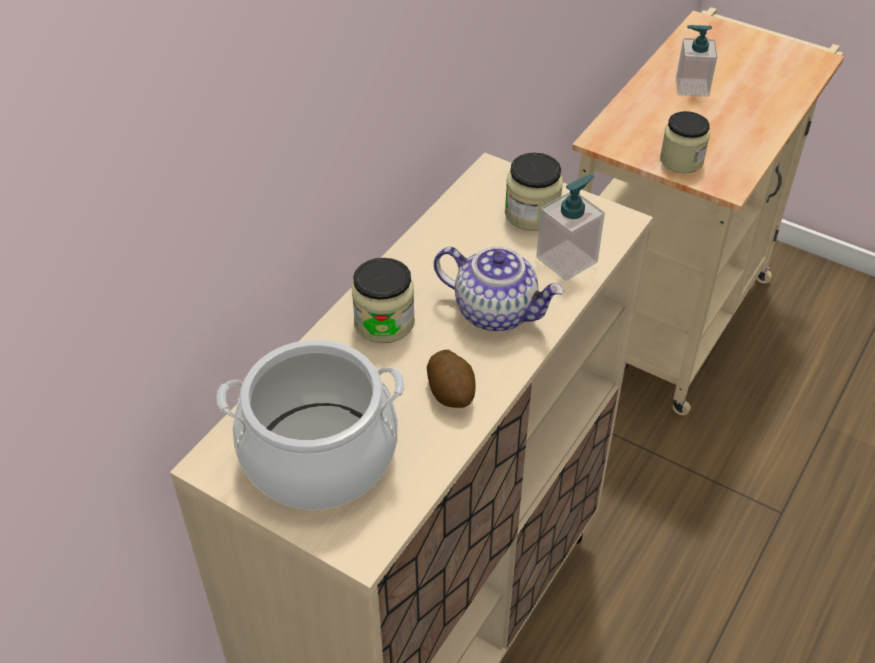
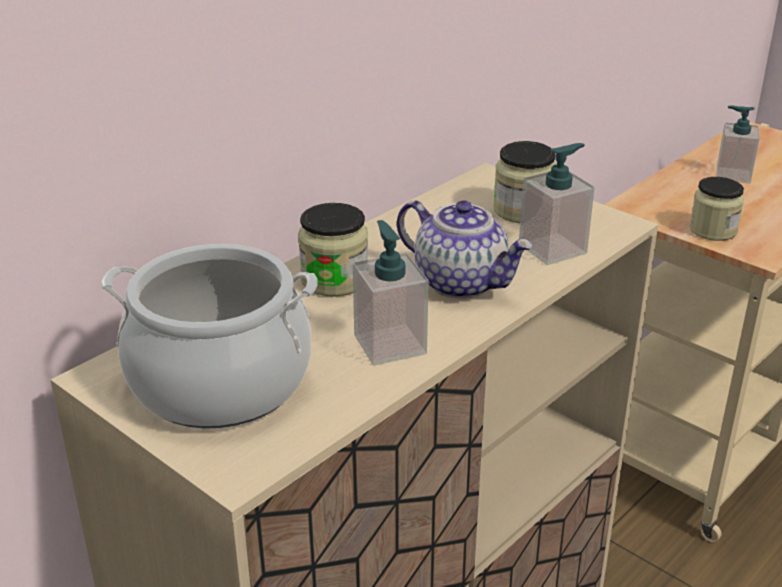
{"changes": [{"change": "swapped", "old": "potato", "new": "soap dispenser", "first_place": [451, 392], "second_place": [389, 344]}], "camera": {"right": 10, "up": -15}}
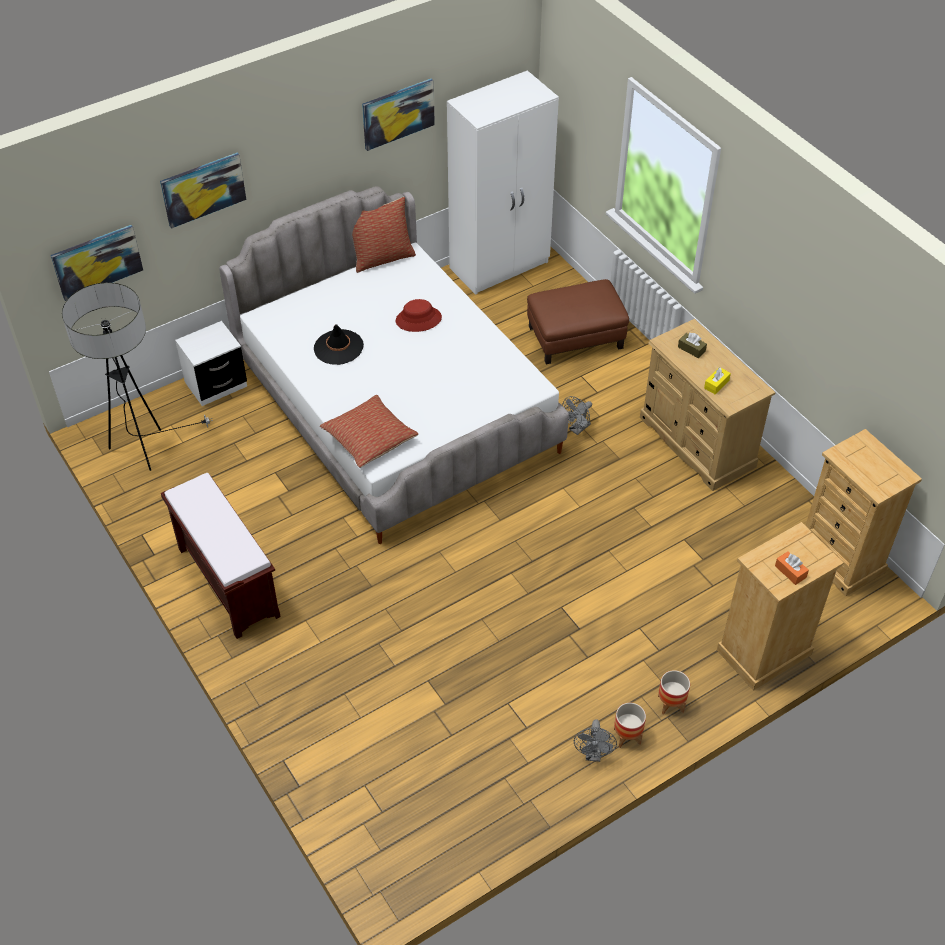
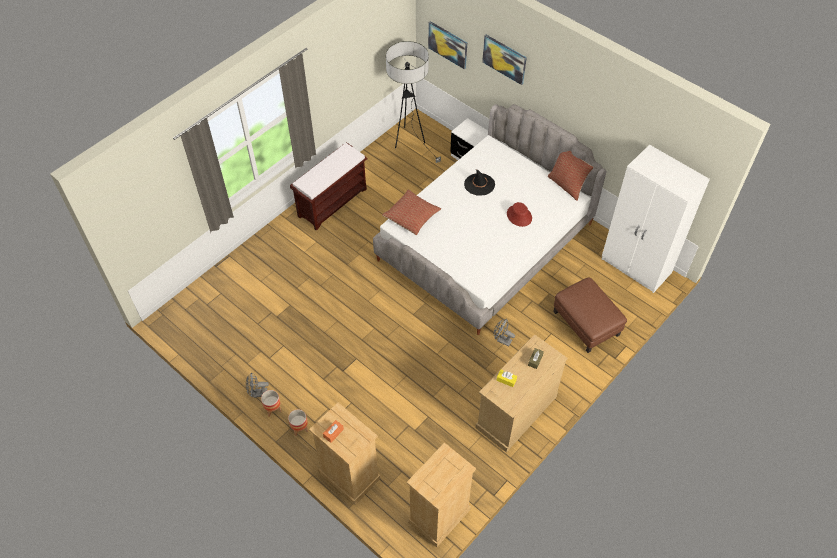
{"changes": [{"change": "gone", "old": "picture", "first_place": [398, 113]}], "camera": {"right": 75, "up": 5}}
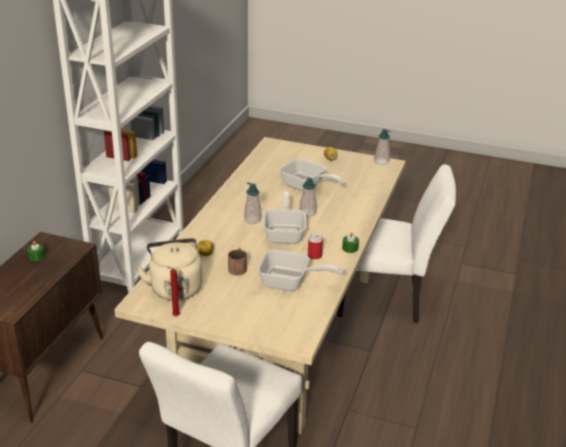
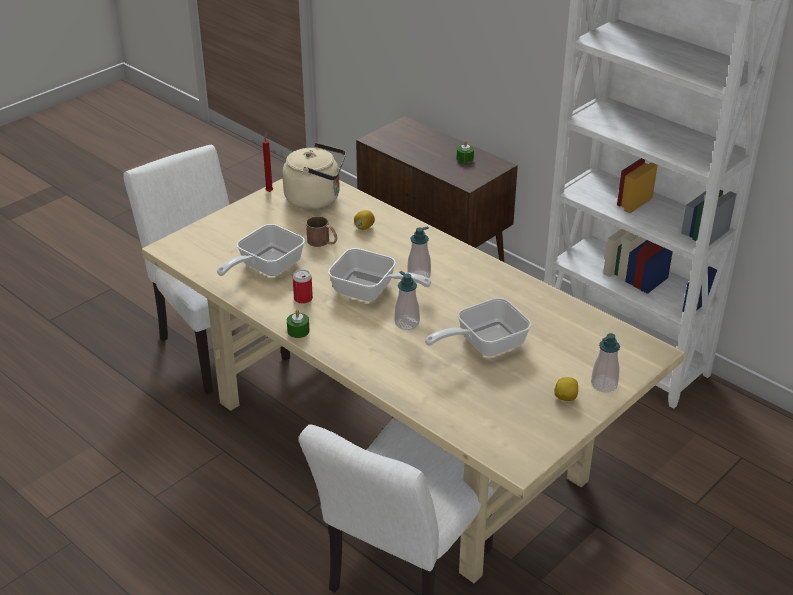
{"changes": [{"change": "shifted", "old": "soap dispenser", "first_place": [381, 161], "second_place": [604, 384]}], "camera": {"right": 115, "up": 5}}
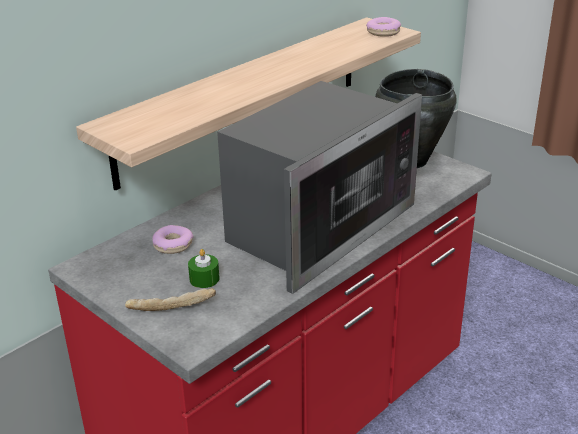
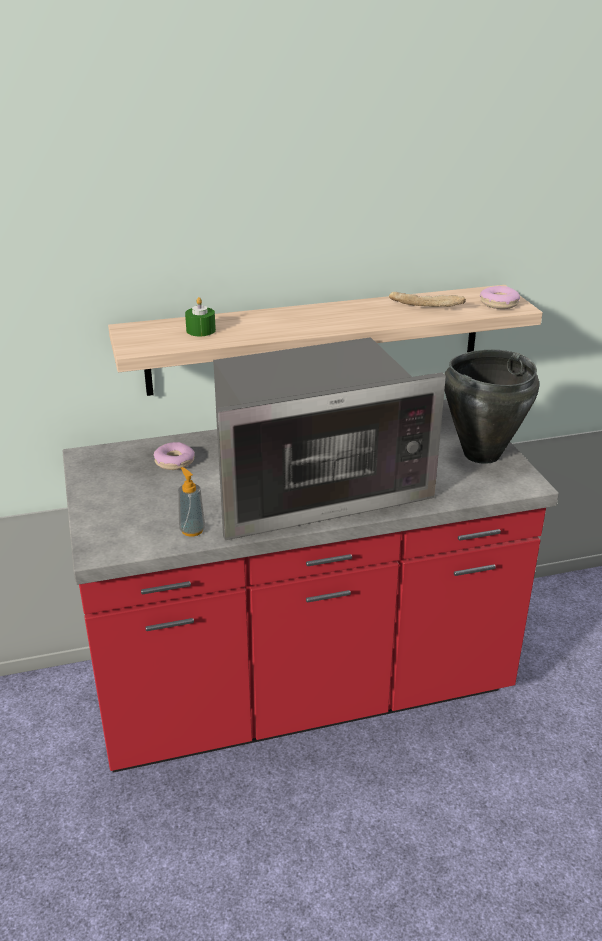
{"changes": [{"change": "shifted", "old": "greenish wax light", "first_place": [204, 279], "second_place": [201, 330]}, {"change": "shifted", "old": "bakery bread", "first_place": [171, 306], "second_place": [426, 306]}, {"change": "new", "new": "soap dispenser", "second_place": [192, 530]}], "camera": {"right": 30, "up": 0}}
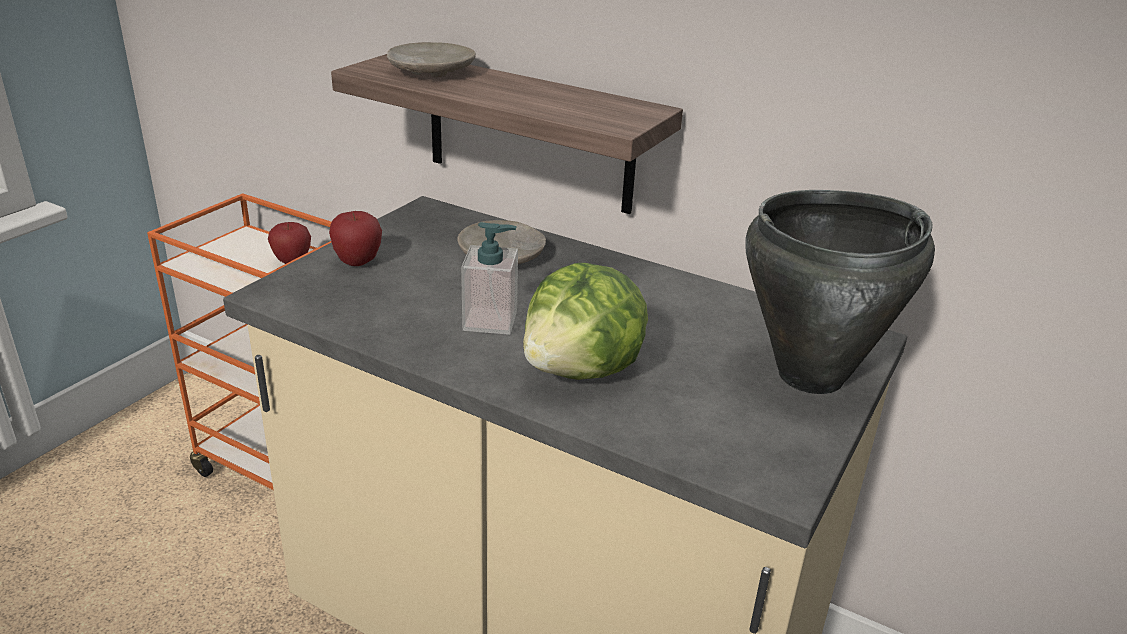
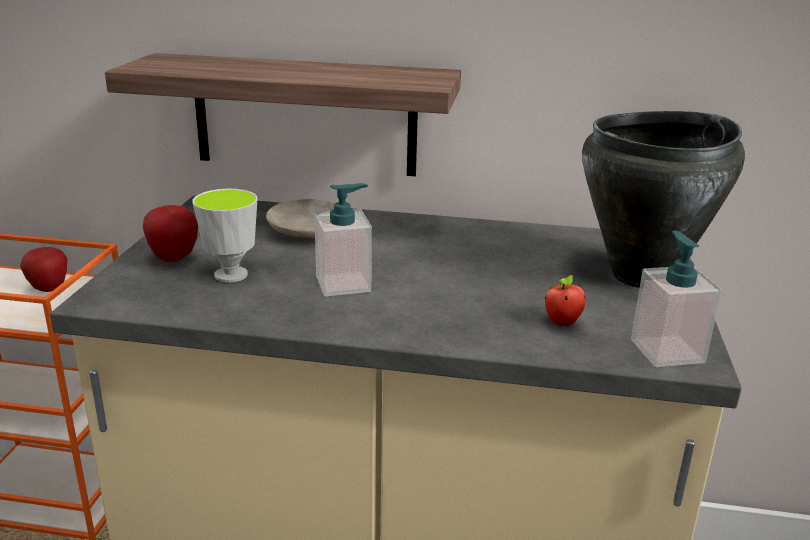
{"changes": [{"change": "gone", "old": "beige-coloured plate", "first_place": [430, 72]}, {"change": "gone", "old": "lettuce head", "first_place": [583, 371]}, {"change": "new", "new": "small cup", "second_place": [231, 275]}, {"change": "new", "new": "soap dispenser", "second_place": [667, 351]}, {"change": "new", "new": "apple fruit", "second_place": [563, 323]}], "camera": {"right": -20, "up": -5}}
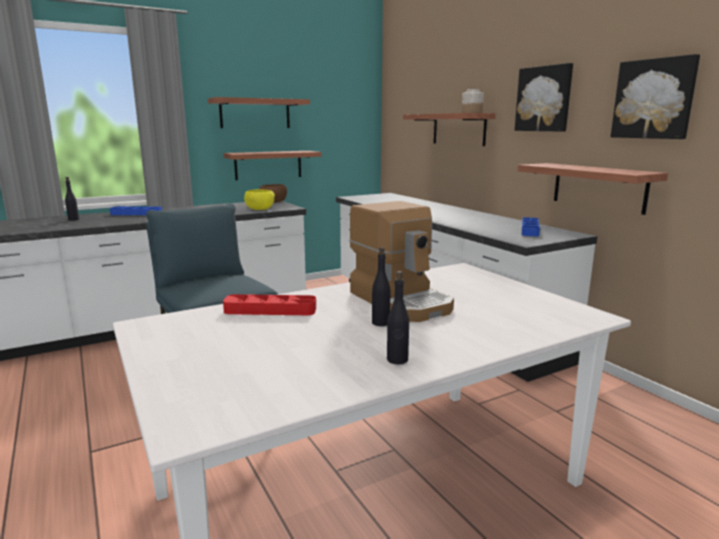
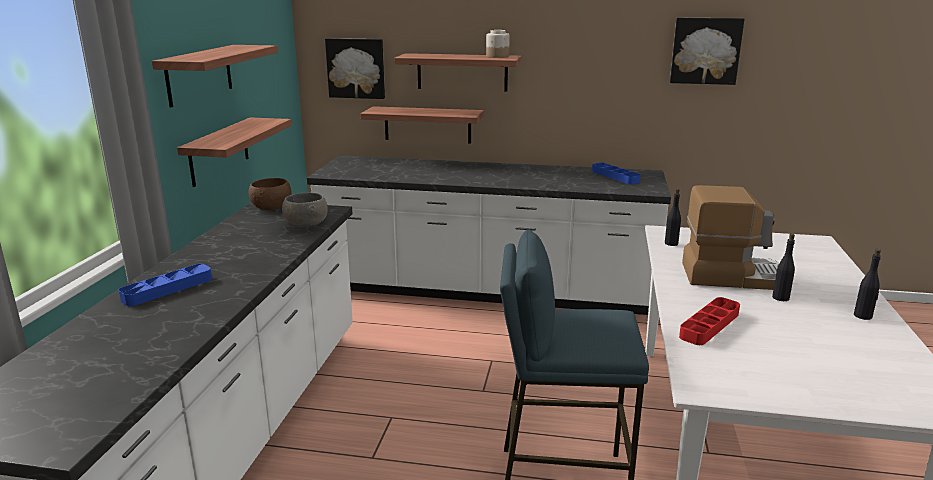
{"changes": [{"change": "shifted", "old": "picture", "first_place": [544, 99], "second_place": [356, 68]}, {"change": "shifted", "old": "wall shelf", "first_place": [598, 187], "second_place": [427, 124]}, {"change": "shifted", "old": "black drink bottle", "first_place": [73, 219], "second_place": [671, 243]}, {"change": "repainted", "old": "yellow-coloured bowl", "new": "gray bowl", "first_place": [259, 209], "second_place": [306, 224]}], "camera": {"right": -50, "up": 5}}
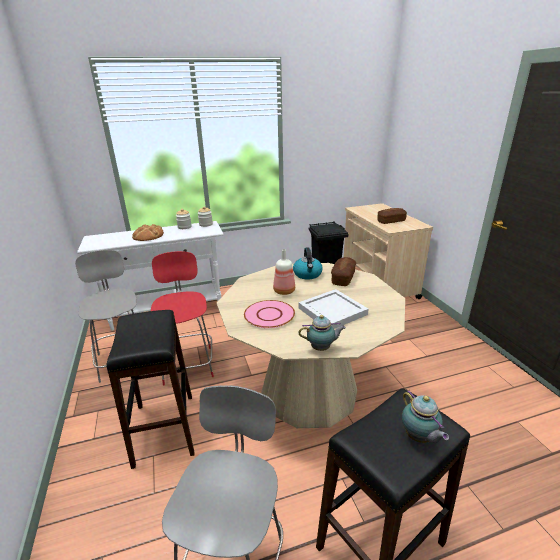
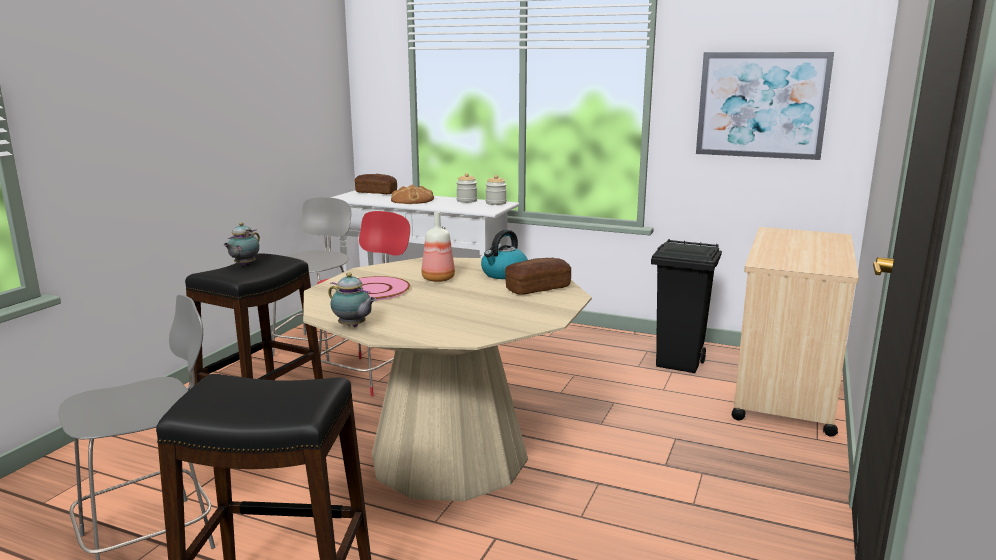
{"changes": [{"change": "shifted", "old": "bakery bread", "first_place": [391, 221], "second_place": [376, 192]}, {"change": "gone", "old": "whitish carrying tray", "first_place": [332, 310]}, {"change": "shifted", "old": "tea pot", "first_place": [419, 438], "second_place": [244, 265]}, {"change": "new", "new": "picture", "second_place": [761, 105]}], "camera": {"right": 40, "up": -10}}
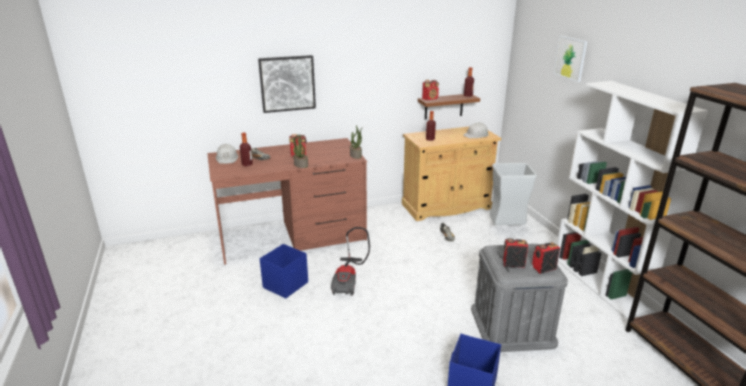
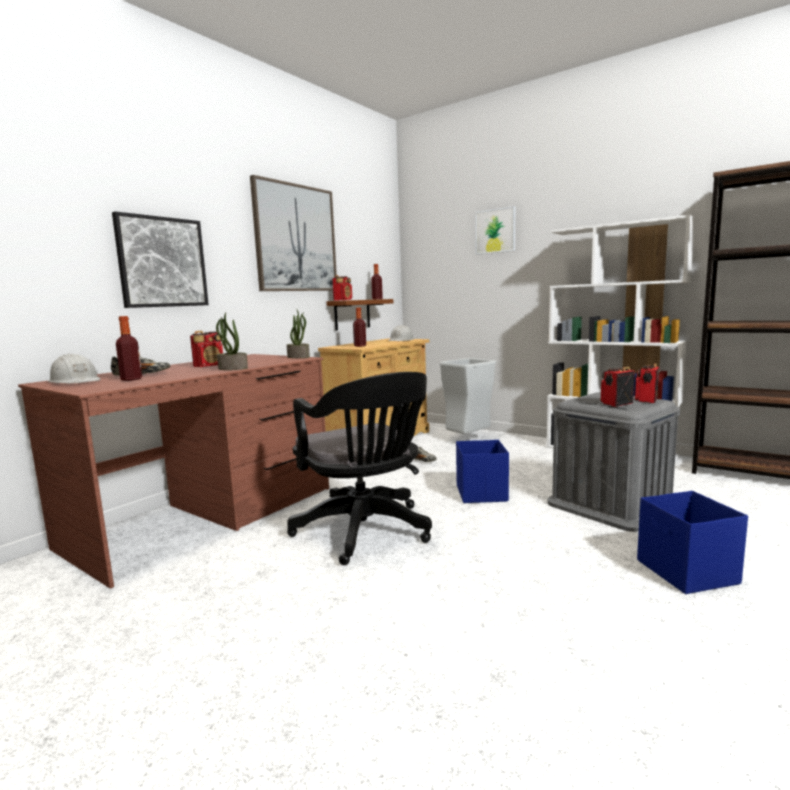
{"changes": [{"change": "swapped", "old": "hoover", "new": "black desk chair", "first_place": [349, 280], "second_place": [366, 532]}, {"change": "shifted", "old": "blue-coloured storage box", "first_place": [286, 285], "second_place": [481, 493]}, {"change": "new", "new": "picture", "second_place": [296, 238]}], "camera": {"right": -35, "up": -15}}
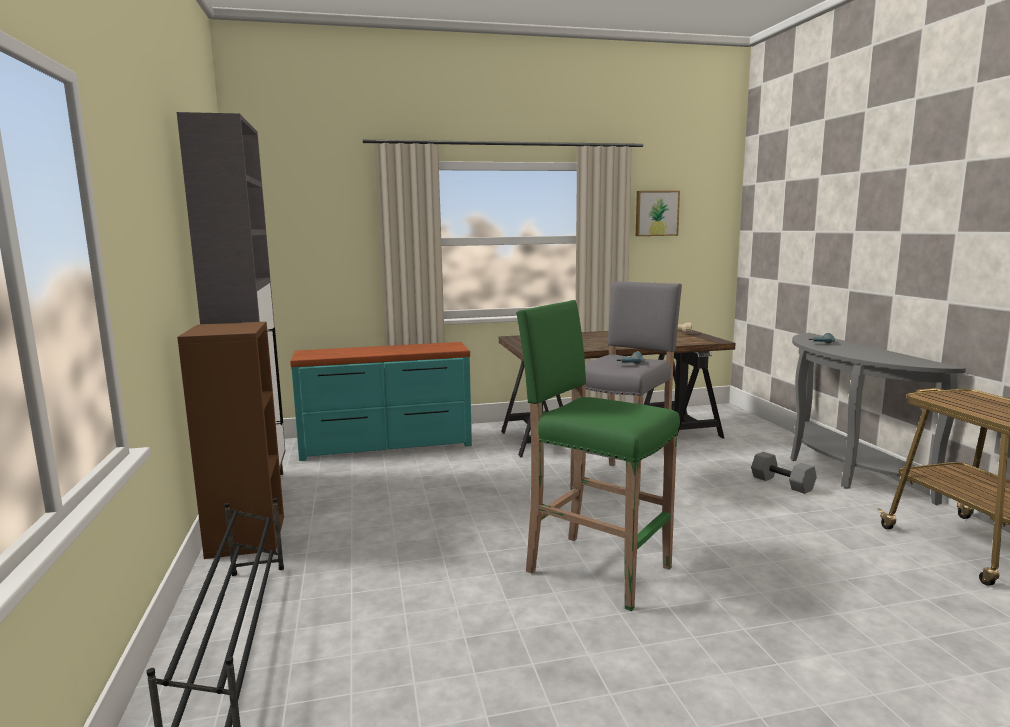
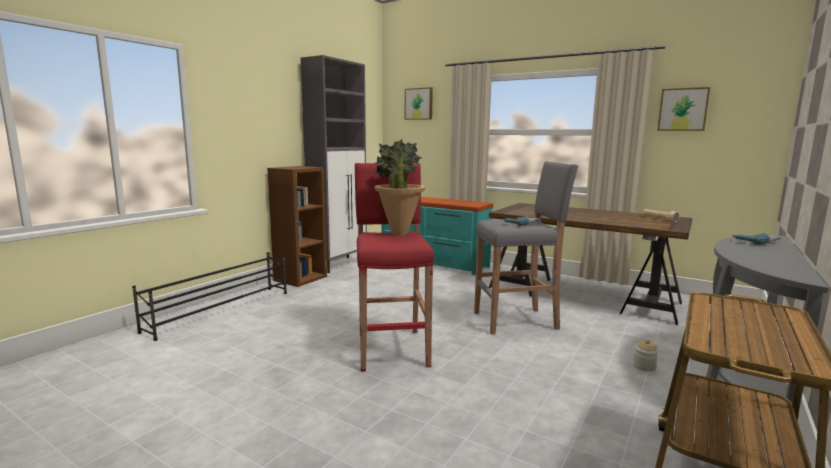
{"changes": [{"change": "repainted", "old": "greenish stool", "new": "reddish stool", "first_place": [595, 569], "second_place": [392, 348]}, {"change": "swapped", "old": "gray dumbbell", "new": "storage jar", "first_place": [781, 483], "second_place": [644, 366]}, {"change": "new", "new": "picture", "second_place": [419, 104]}, {"change": "new", "new": "plant in a pot", "second_place": [399, 233]}], "camera": {"right": 45, "up": 0}}
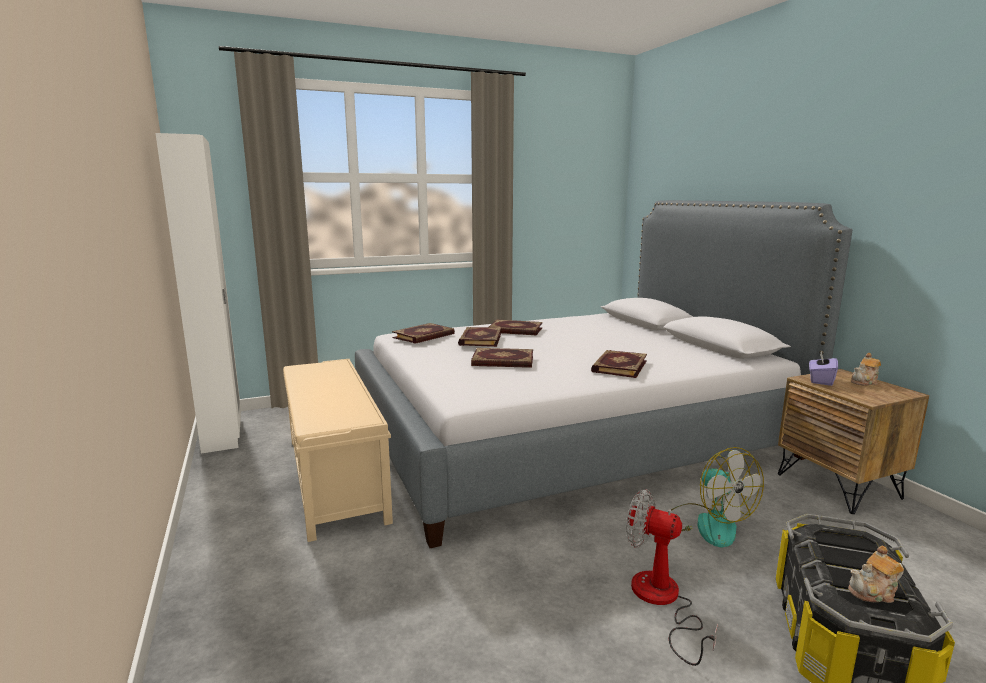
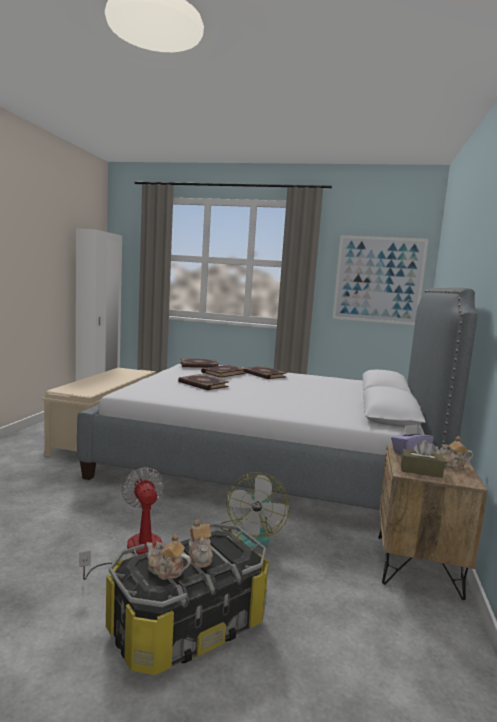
{"changes": [{"change": "gone", "old": "volume", "first_place": [618, 366]}, {"change": "new", "new": "picture", "second_place": [378, 280]}, {"change": "new", "new": "brown-coloured tissue holder", "second_place": [420, 470]}, {"change": "new", "new": "tea pot", "second_place": [200, 557]}], "camera": {"right": 35, "up": -5}}
